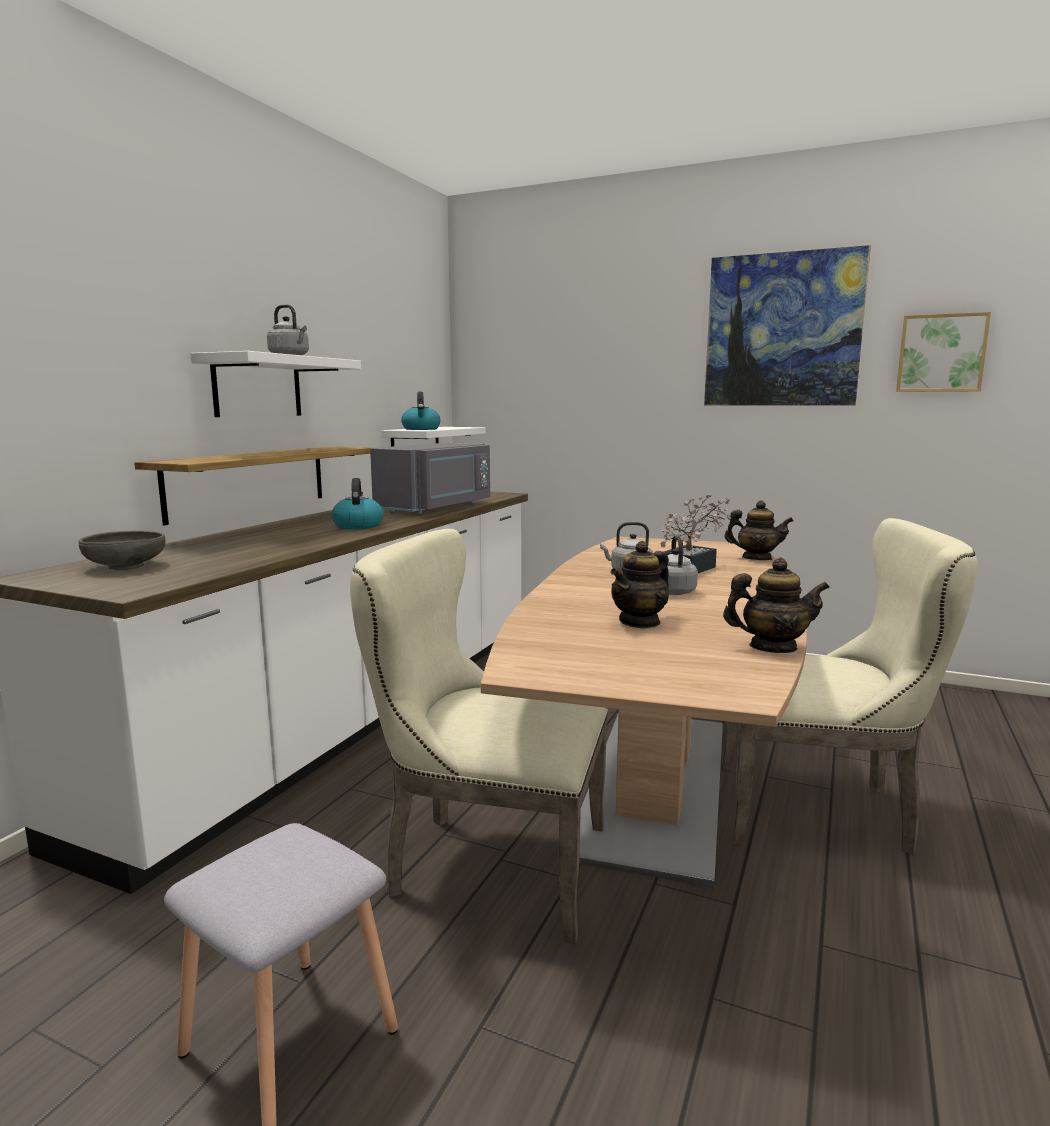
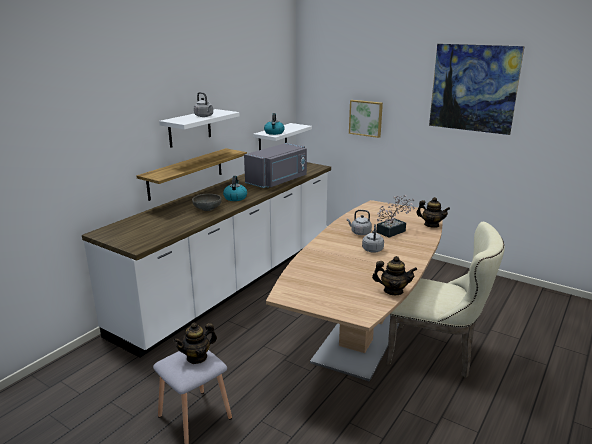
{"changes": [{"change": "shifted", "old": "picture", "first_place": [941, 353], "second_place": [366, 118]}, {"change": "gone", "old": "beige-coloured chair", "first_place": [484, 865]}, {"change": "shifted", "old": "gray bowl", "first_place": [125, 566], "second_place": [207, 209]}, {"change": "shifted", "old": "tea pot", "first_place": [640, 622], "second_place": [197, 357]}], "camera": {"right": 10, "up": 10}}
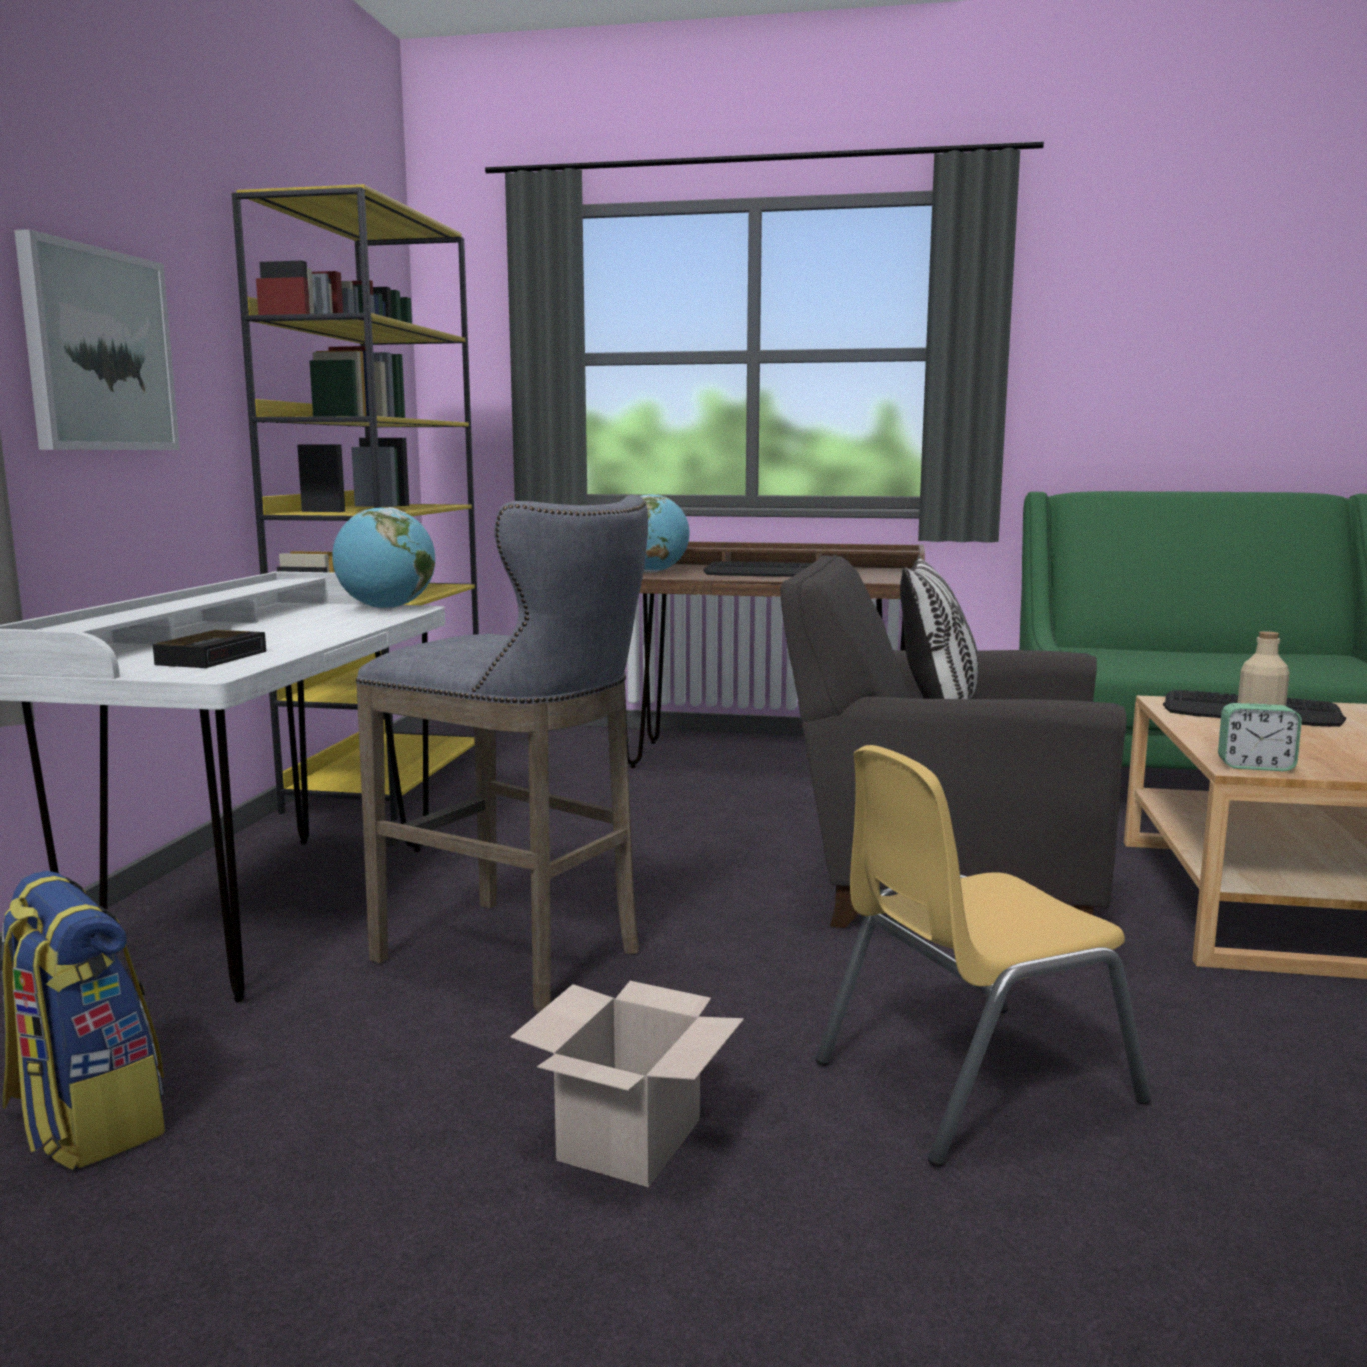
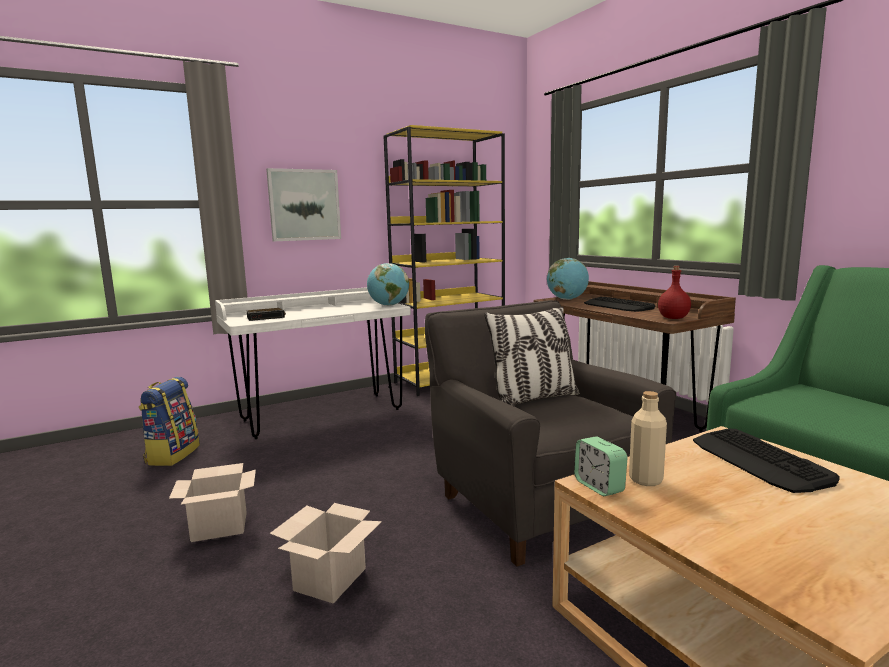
{"changes": [{"change": "gone", "old": "gray stool", "first_place": [520, 957]}, {"change": "swapped", "old": "yellow-coloured chair", "new": "carton", "first_place": [972, 1080], "second_place": [330, 578]}, {"change": "new", "new": "reddish drink bottle", "second_place": [672, 318]}], "camera": {"right": 50, "up": 0}}
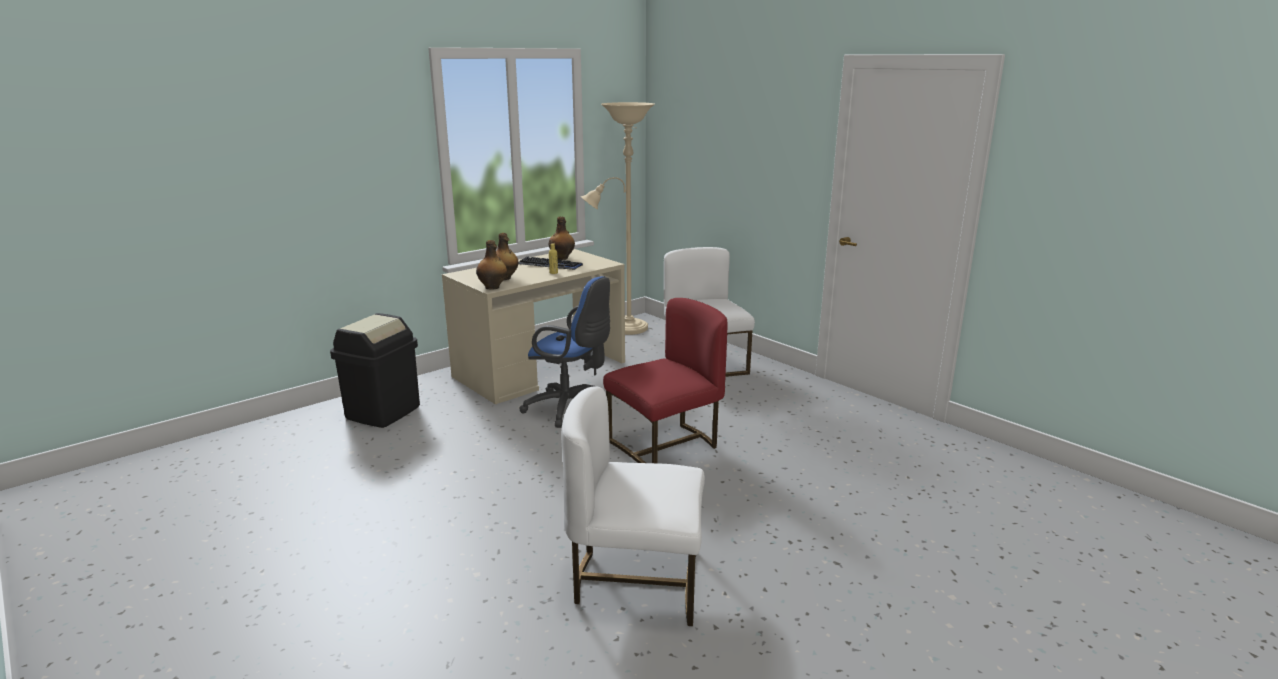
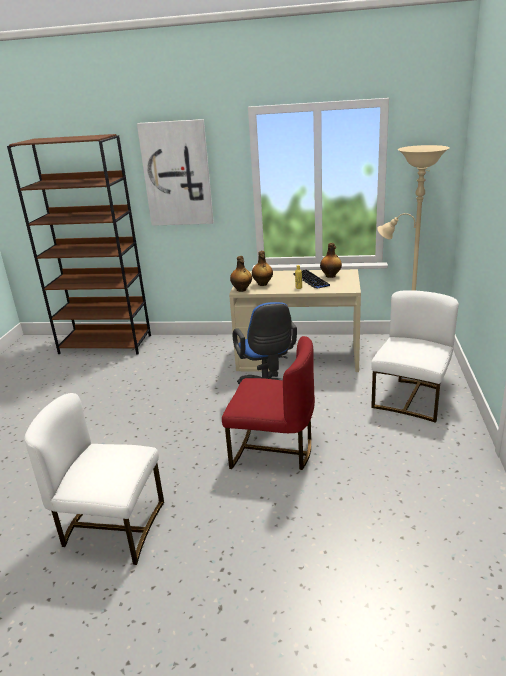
{"changes": [{"change": "gone", "old": "black trash can", "first_place": [382, 412]}, {"change": "rotated", "old": "whitish chair", "first_place": [637, 581], "second_place": [112, 528], "degrees": -45}, {"change": "new", "new": "picture", "second_place": [177, 174]}, {"change": "new", "new": "brown-coloured shelving unit", "second_place": [106, 344]}], "camera": {"right": 50, "up": 5}}
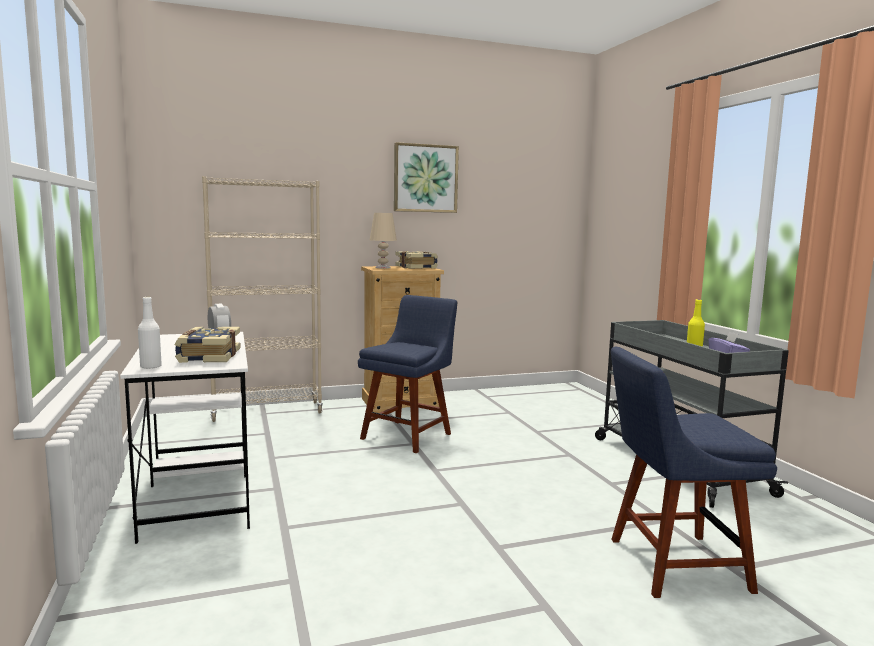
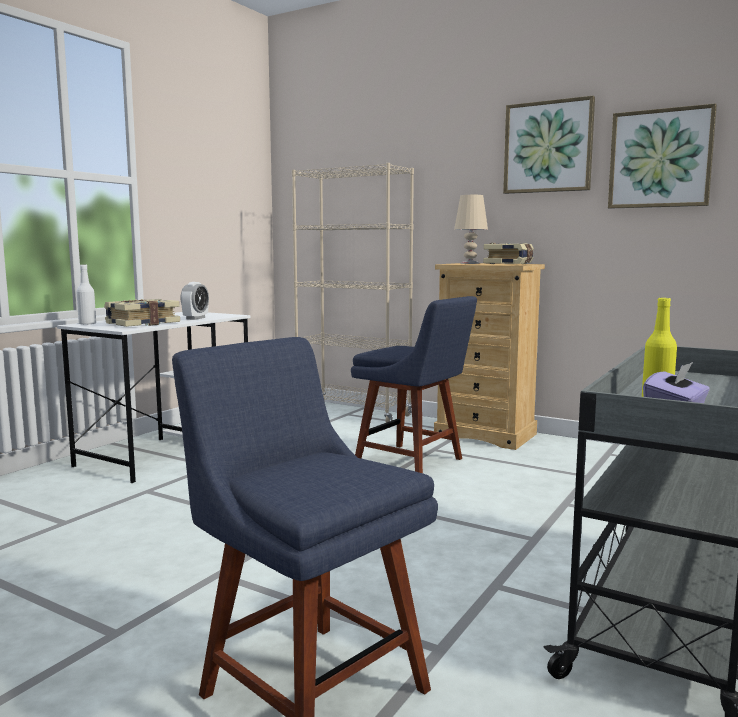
{"changes": [{"change": "rotated", "old": "blue-coloured chair", "first_place": [409, 435], "second_place": [413, 463], "degrees": 45}, {"change": "new", "new": "picture", "second_place": [660, 159]}], "camera": {"right": 50, "up": 0}}
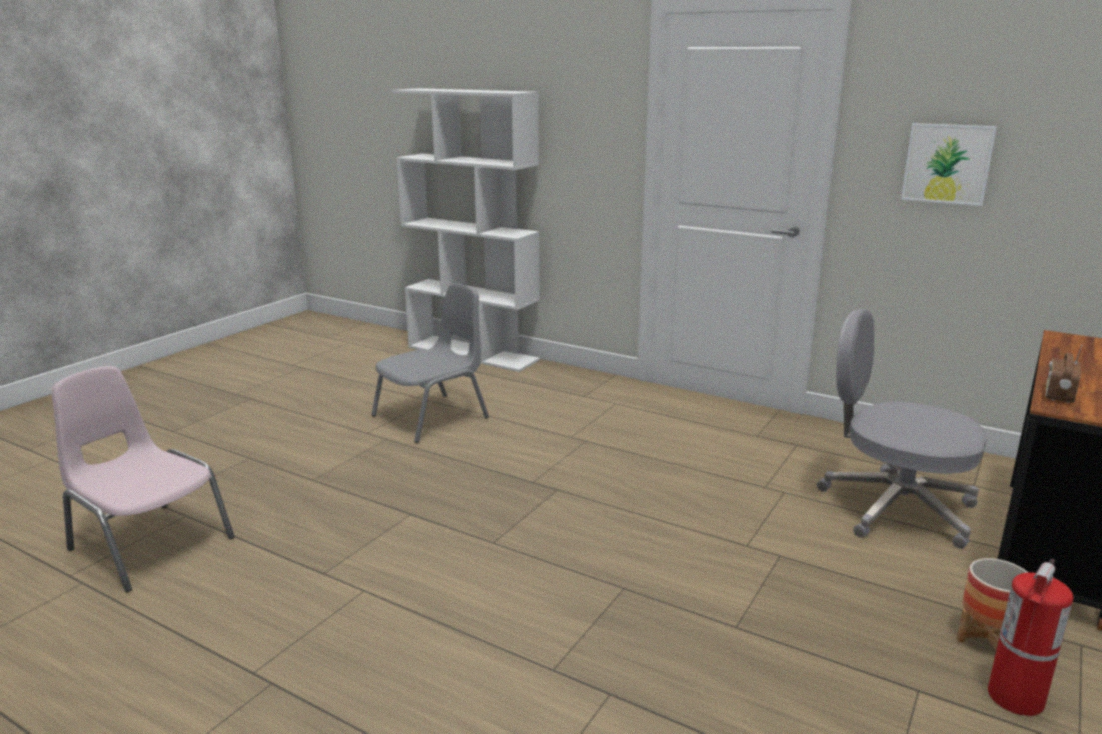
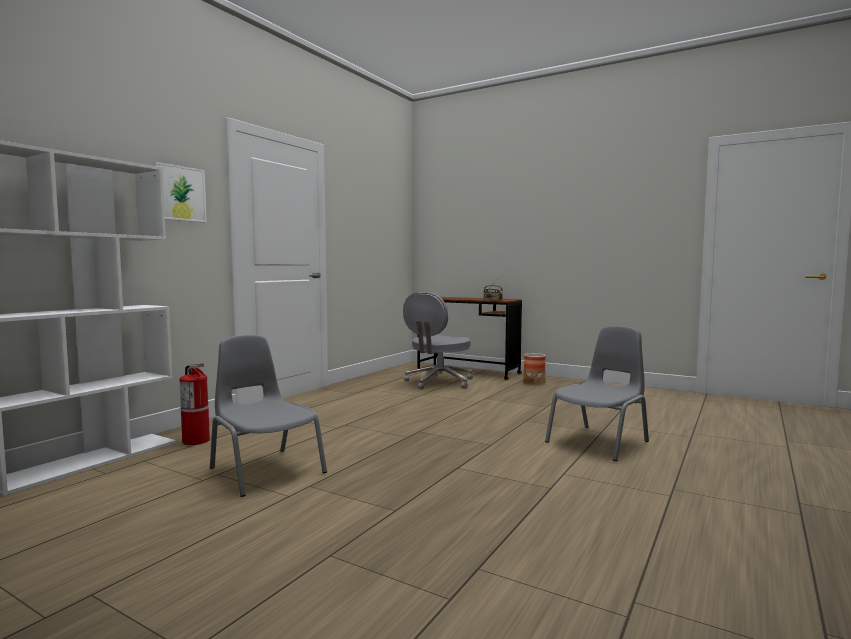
{"changes": [{"change": "shifted", "old": "picture", "first_place": [947, 164], "second_place": [180, 193]}, {"change": "gone", "old": "pink-coloured chair", "first_place": [149, 543]}, {"change": "shifted", "old": "fire-fighting cylinder", "first_place": [1015, 698], "second_place": [196, 441]}, {"change": "new", "new": "gray chair", "second_place": [599, 442]}], "camera": {"right": -90, "up": -15}}
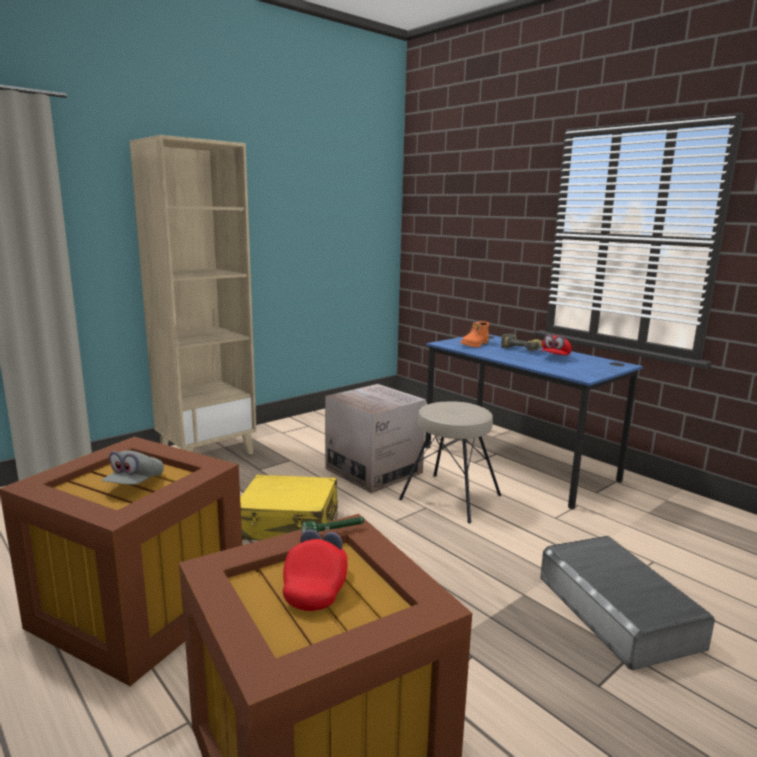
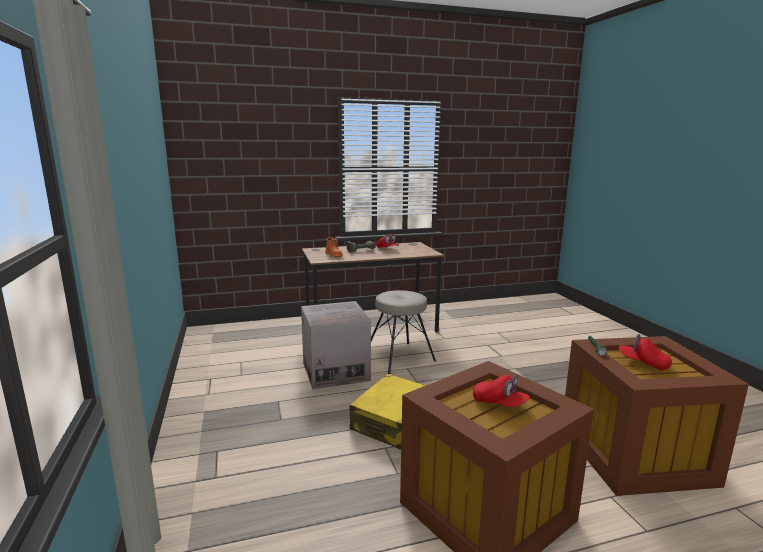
{"changes": [{"change": "gone", "old": "beige-coloured shelving unit", "first_place": [207, 452]}, {"change": "repainted", "old": "blue-coloured desk unit", "new": "brown-coloured desk unit", "first_place": [517, 463], "second_place": [371, 327]}, {"change": "repainted", "old": "gray baseball cap", "new": "reddish baseball cap", "first_place": [134, 484], "second_place": [499, 403]}, {"change": "gone", "old": "gray storage box", "first_place": [617, 610]}], "camera": {"right": -65, "up": 0}}
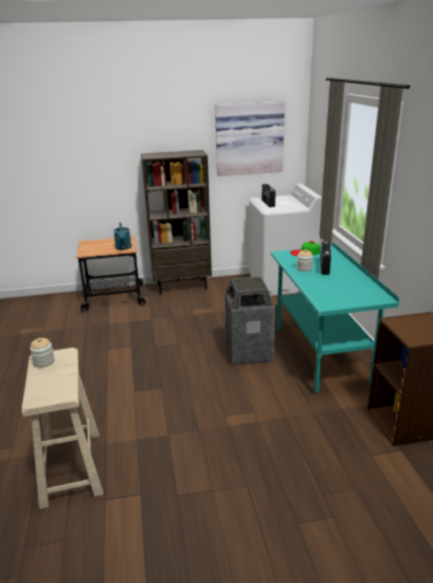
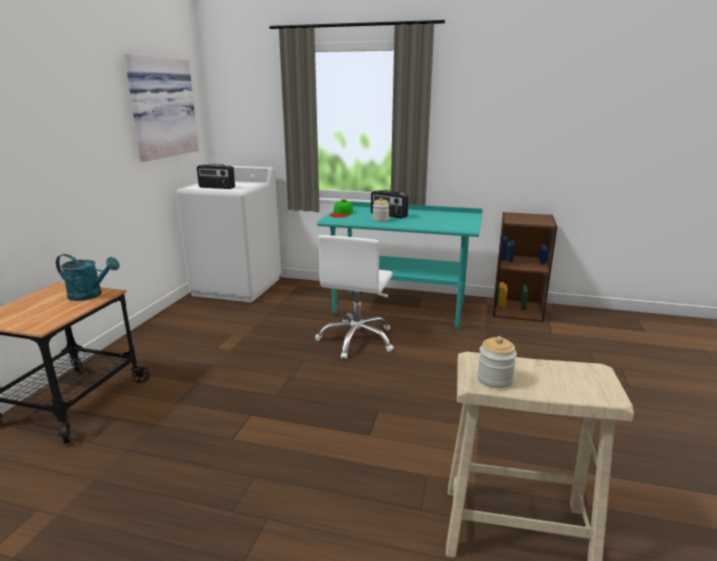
{"changes": [{"change": "gone", "old": "brown-coloured shelving unit", "first_place": [182, 287]}, {"change": "swapped", "old": "trash can", "new": "whitish desk chair", "first_place": [248, 352], "second_place": [357, 340]}], "camera": {"right": -65, "up": -5}}
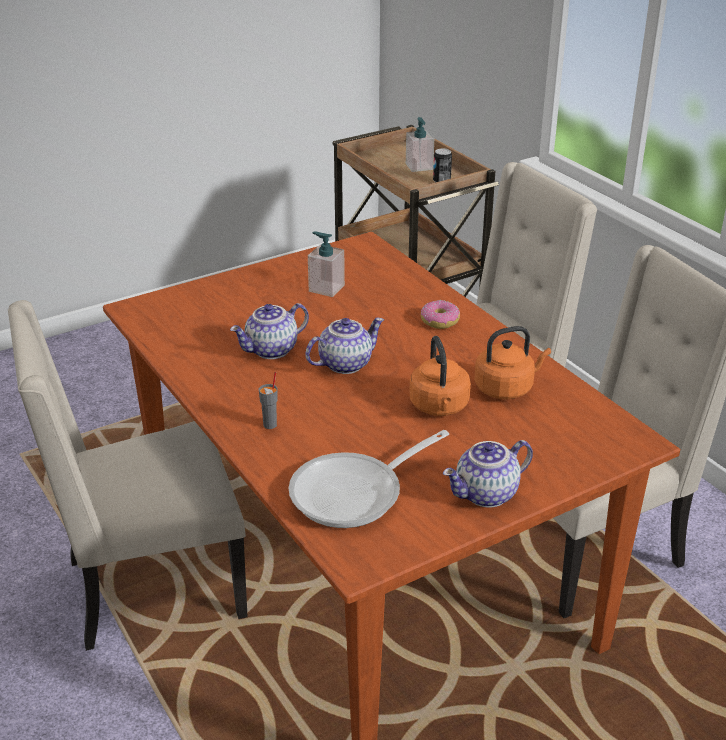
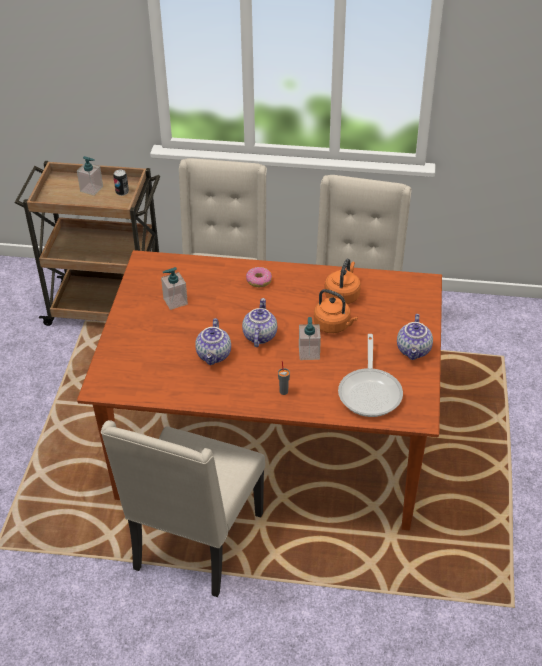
{"changes": [{"change": "new", "new": "soap dispenser", "second_place": [309, 353]}], "camera": {"right": -50, "up": 10}}
